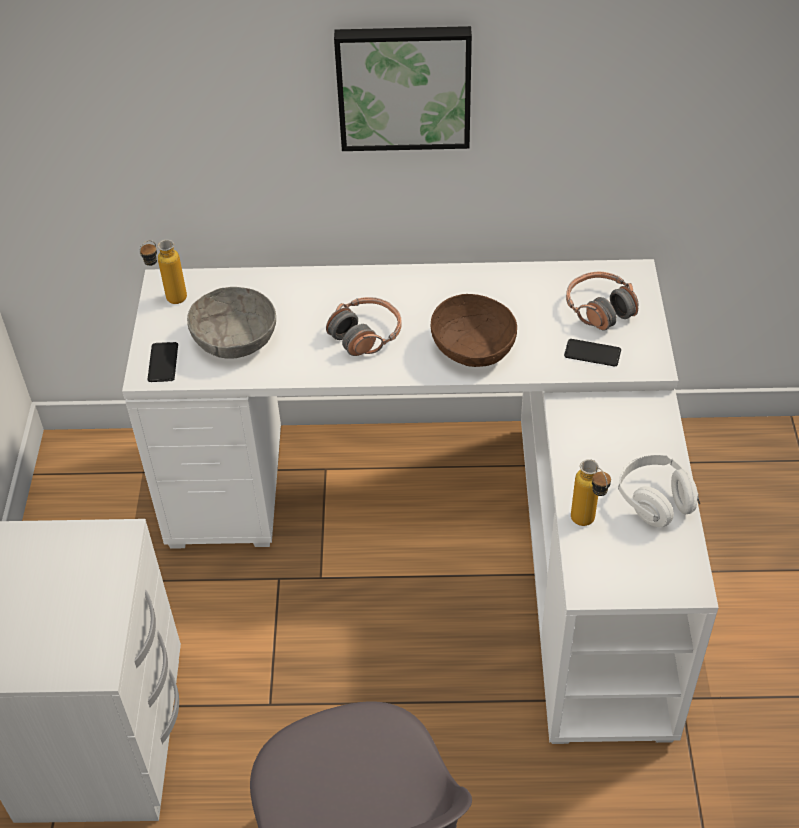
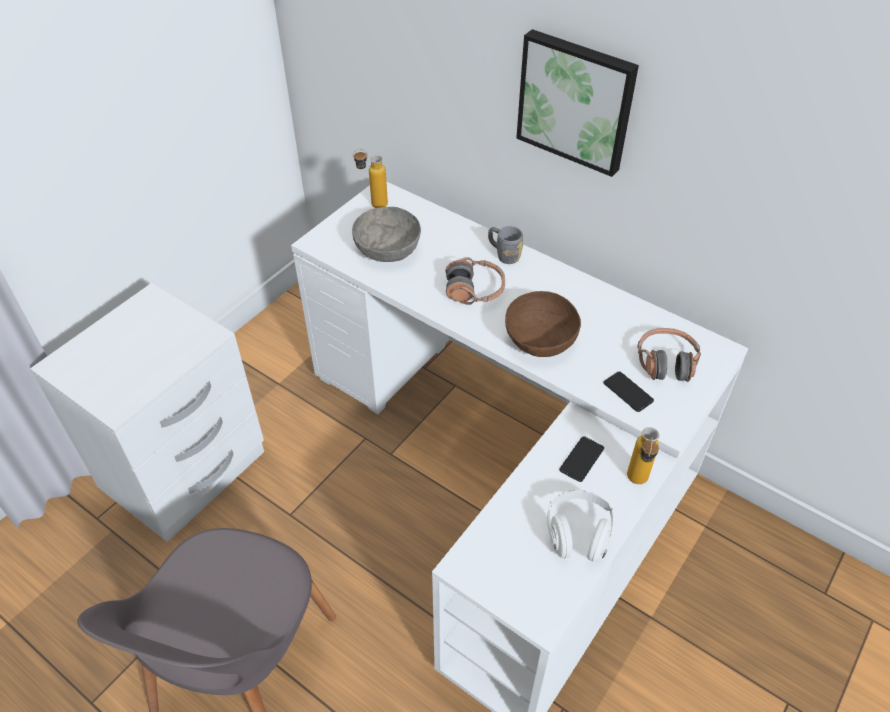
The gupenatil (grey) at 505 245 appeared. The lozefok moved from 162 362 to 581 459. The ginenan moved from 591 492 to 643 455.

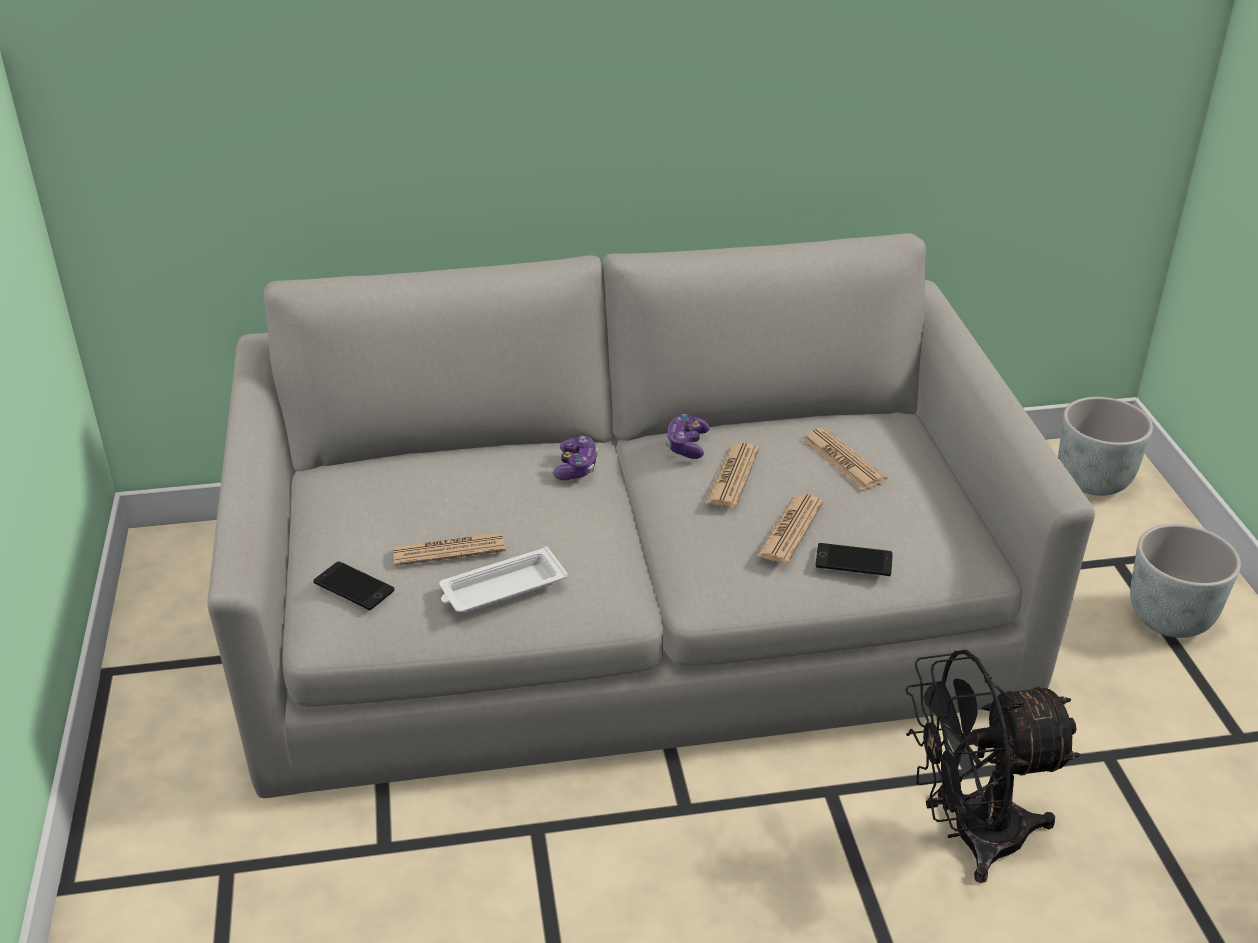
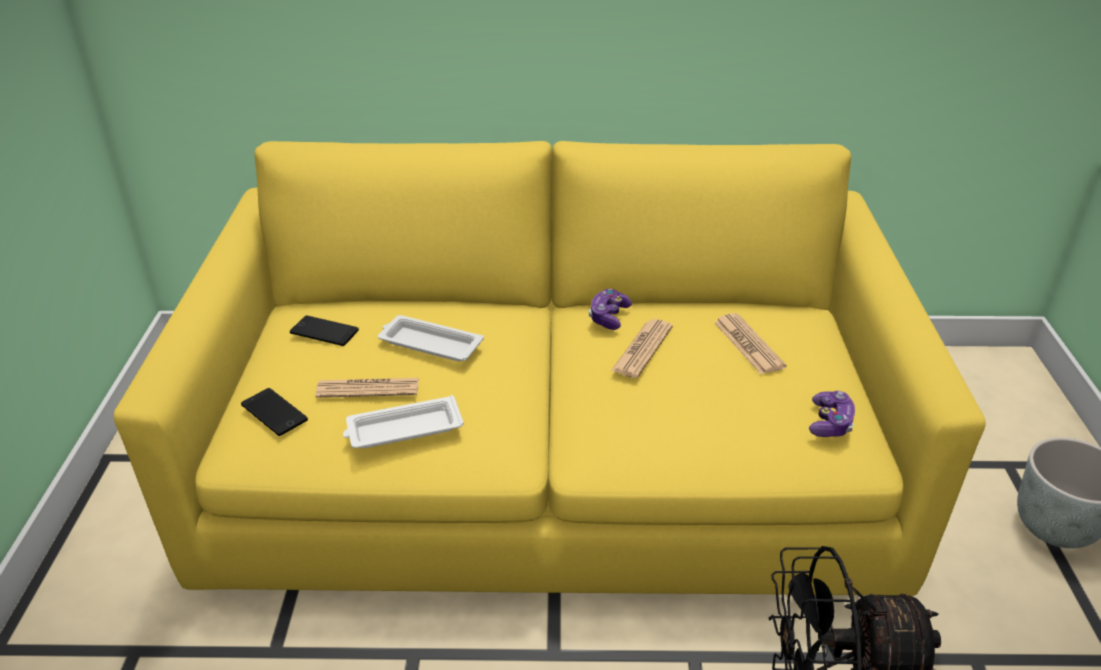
The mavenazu at 790 529 disappeared. The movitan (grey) at 1105 446 disappeared. The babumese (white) at 431 338 appeared. The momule moved from 575 458 to 832 414. The lozefok moved from 854 559 to 324 330. The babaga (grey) at 651 515 became the babaga (yellow) at 549 368.

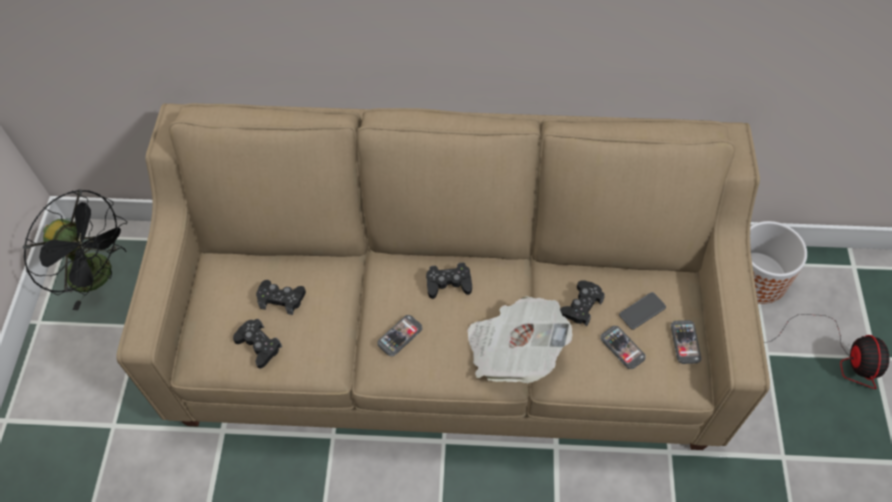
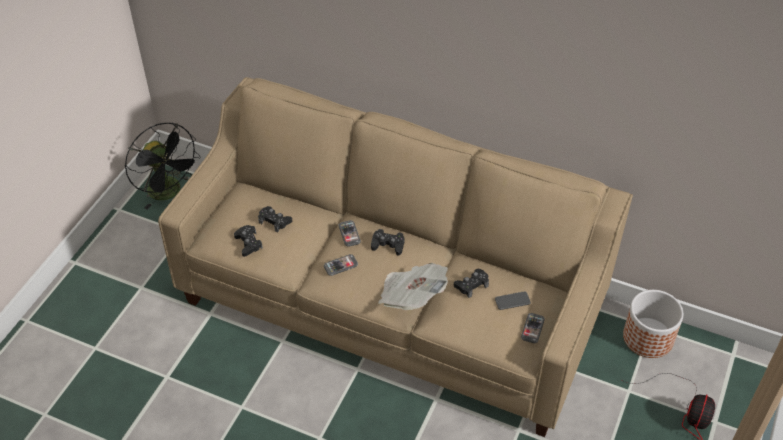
The lozefok moved from 623 347 to 349 233.

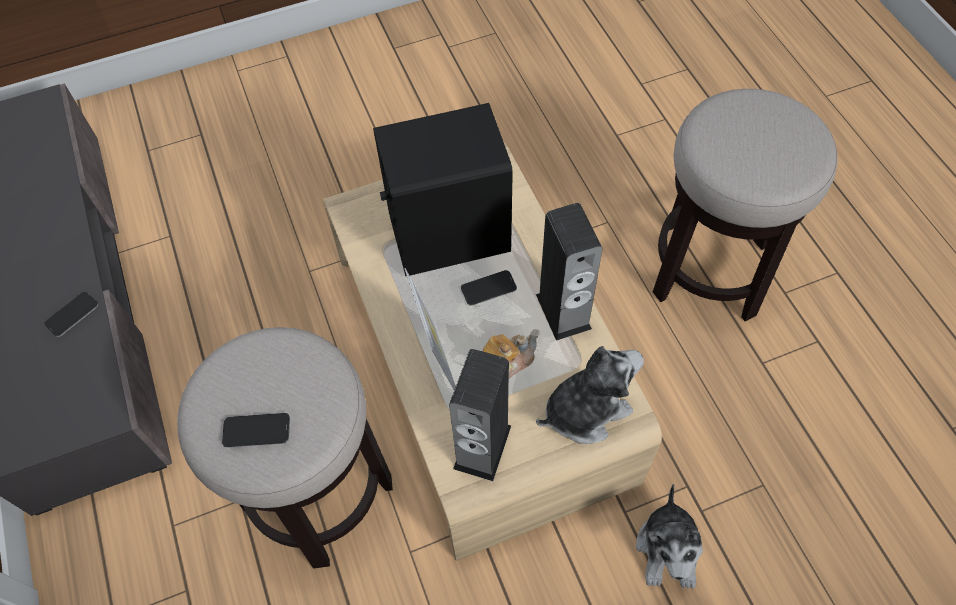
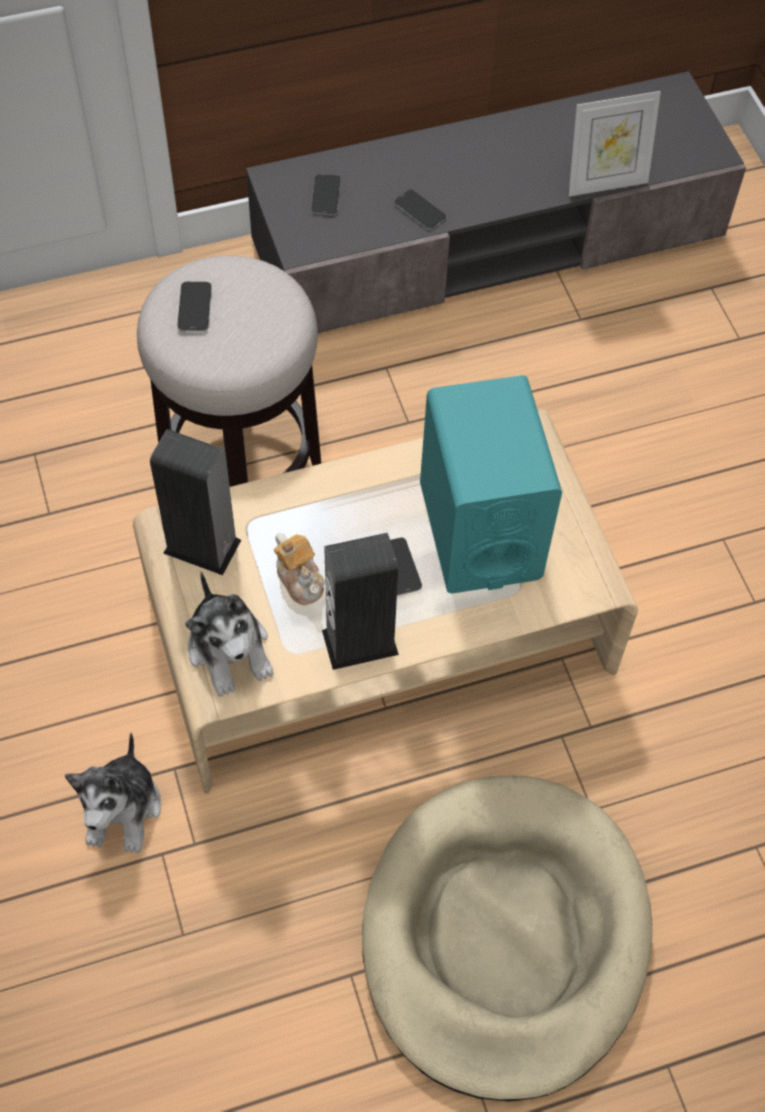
The lozefok at 326 194 appeared. The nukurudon moved from 430 329 to 614 144. The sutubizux at 745 205 was replaced by the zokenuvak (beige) at 507 938. The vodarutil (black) at 443 189 became the vodarutil (turquoise) at 491 484. The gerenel at 669 536 turned 90 degrees counterclockwise.

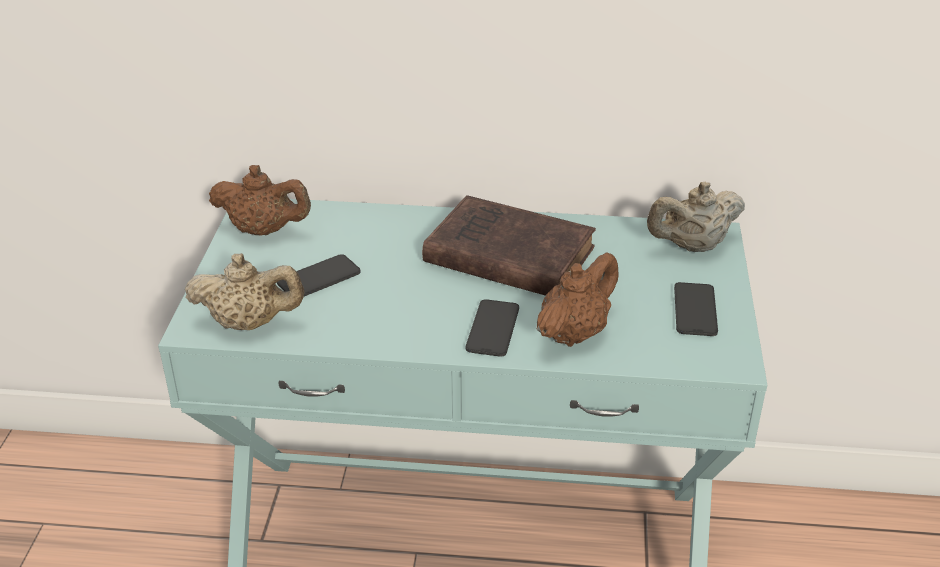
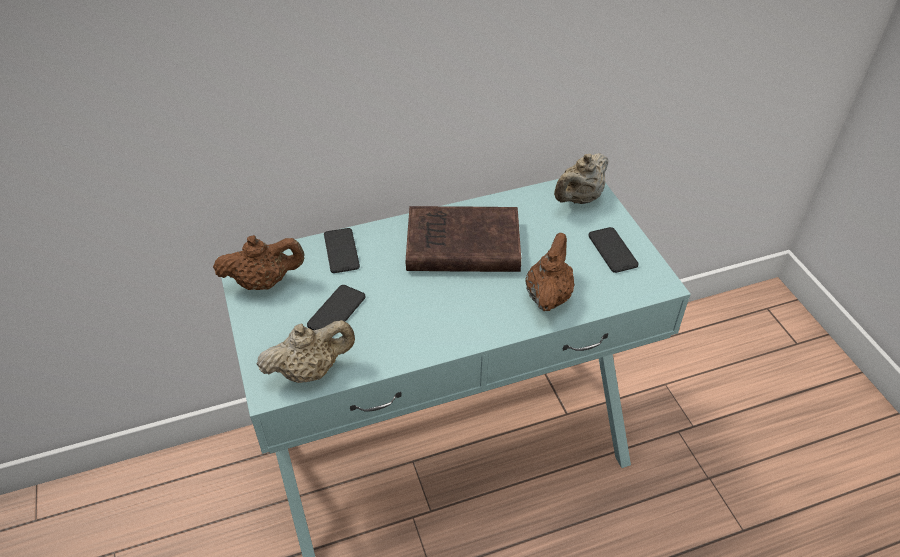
The lozefok moved from 492 328 to 342 250.

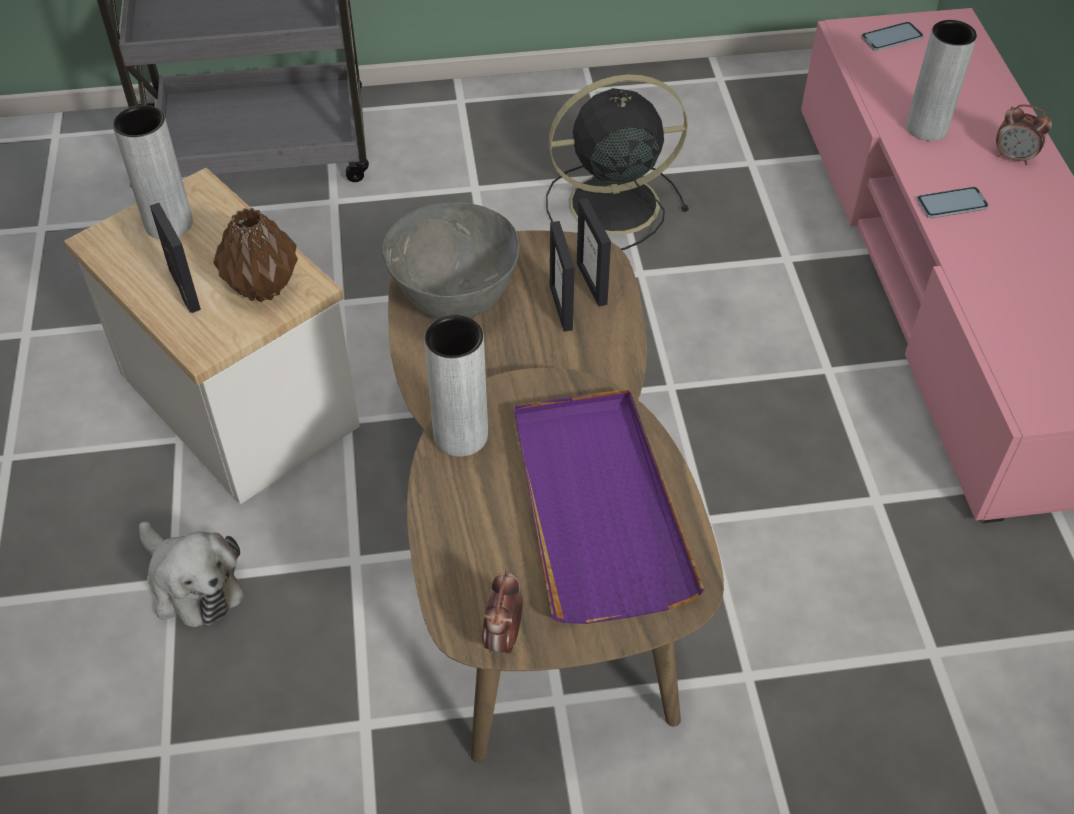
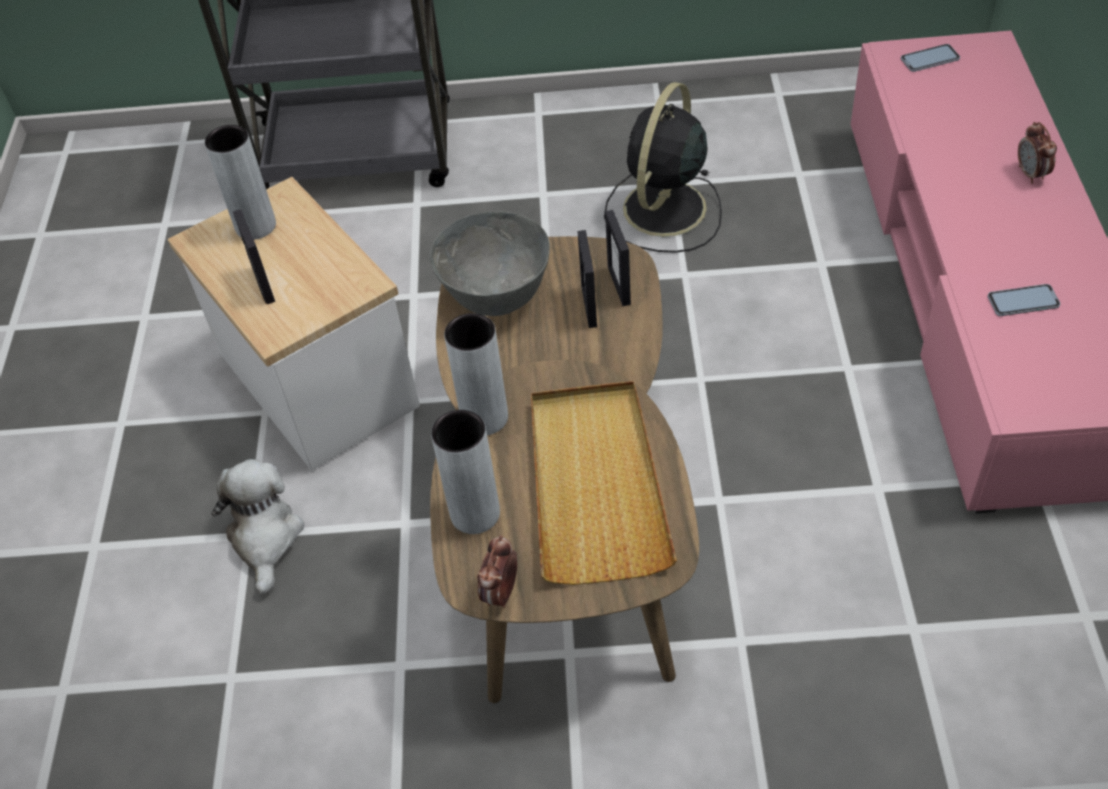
The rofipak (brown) at 255 255 disappeared. The rofipak (grey) moved from 941 80 to 465 472. The lozefok moved from 952 202 to 1023 300. The babumese (purple) at 609 506 became the babumese (beige) at 604 483. The gerenel at 191 574 turned 150 degrees counterclockwise. The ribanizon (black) at 617 162 turned 60 degrees counterclockwise. The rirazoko at 1024 134 turned 45 degrees clockwise.

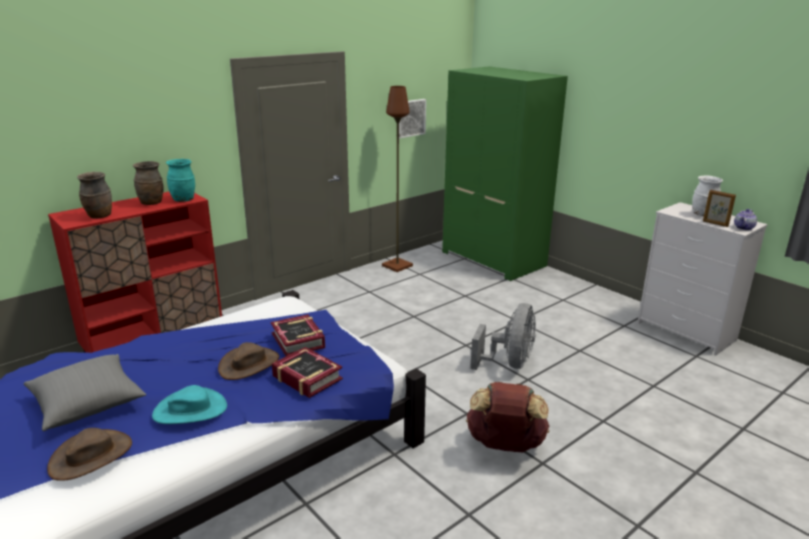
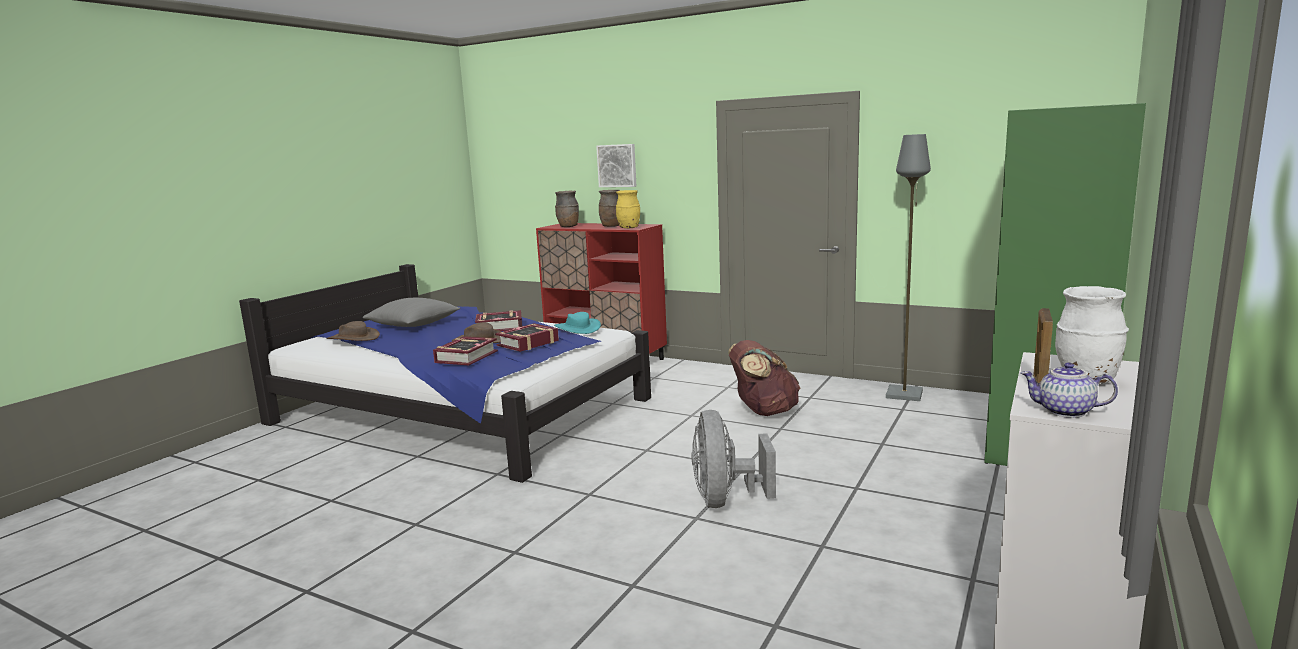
The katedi at 498 320 appeared. The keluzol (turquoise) moved from 189 404 to 577 323. The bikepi moved from 412 118 to 616 165. The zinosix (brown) moved from 507 417 to 764 378. The rofipak (turquoise) at 180 180 became the rofipak (yellow) at 628 209. The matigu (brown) at 397 179 became the matigu (grey) at 908 267. The ribanizon (grey) at 503 336 turned 90 degrees clockwise.

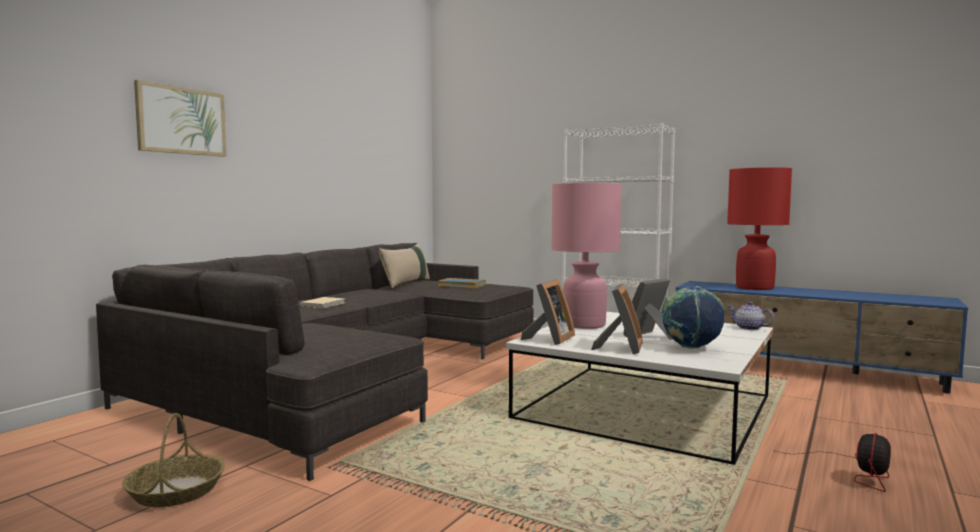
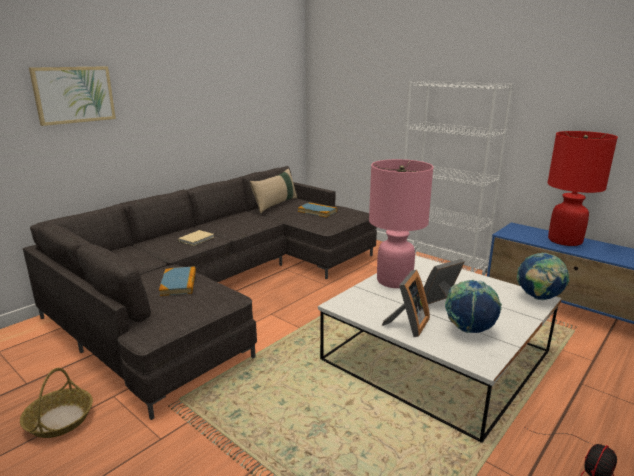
The nukurudon at 548 312 disappeared. The katedi at 177 281 appeared. The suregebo at 750 316 was replaced by the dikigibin at 543 276.

